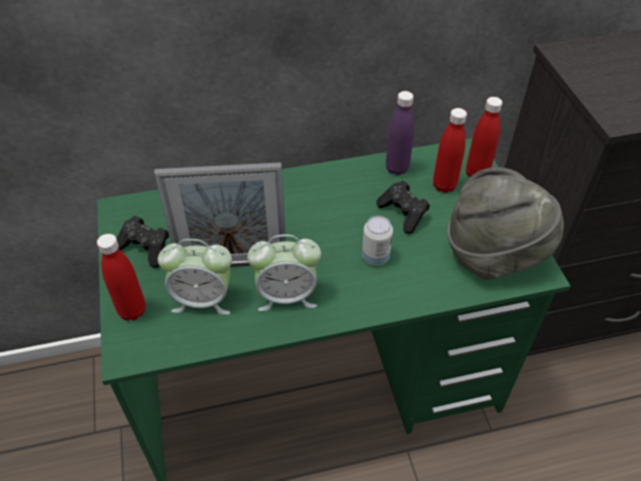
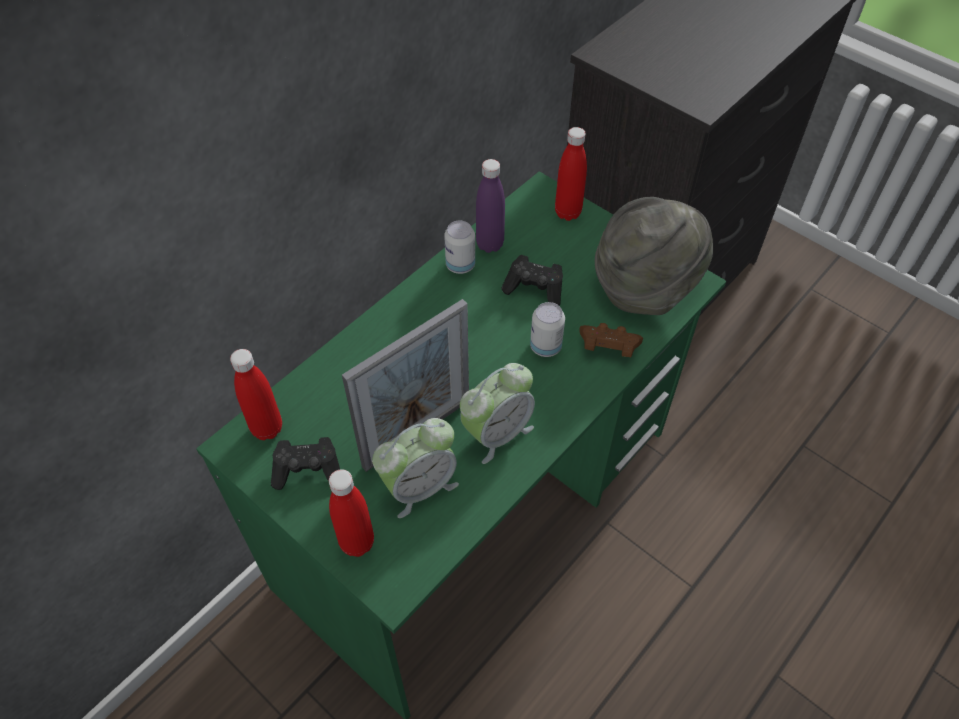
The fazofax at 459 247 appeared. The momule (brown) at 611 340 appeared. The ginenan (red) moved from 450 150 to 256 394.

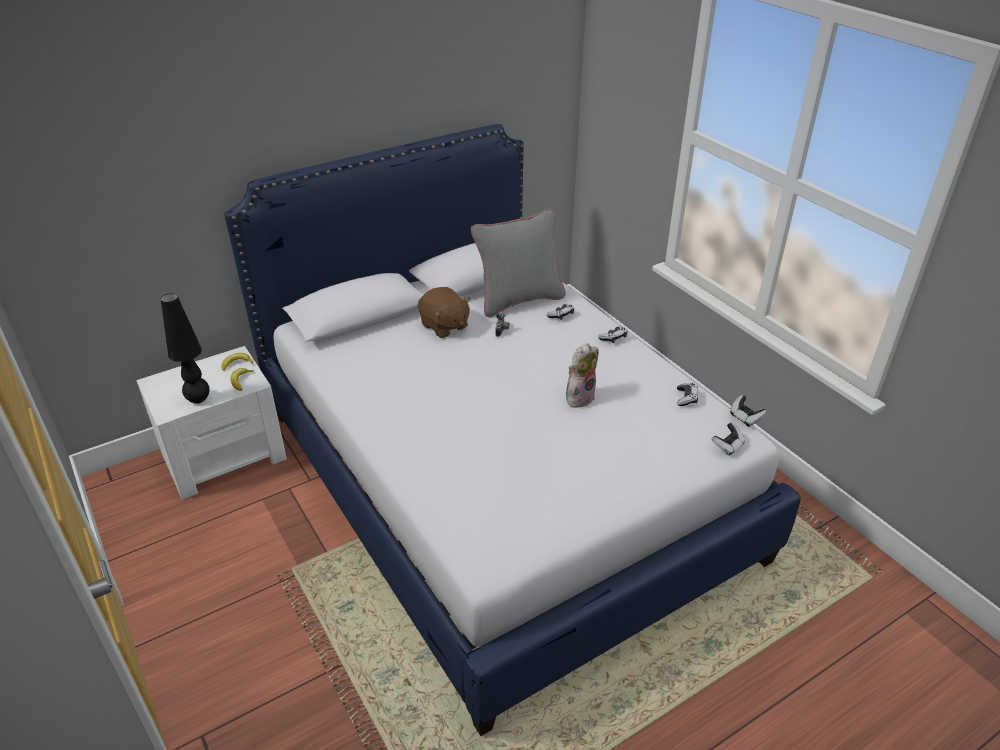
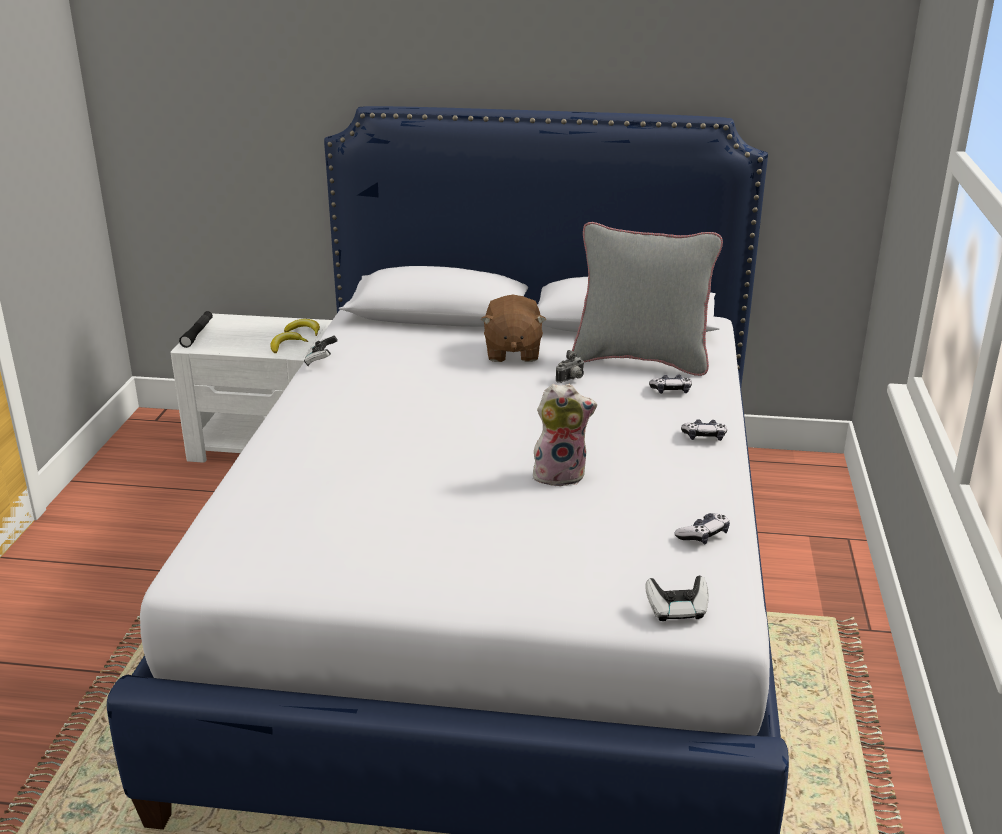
The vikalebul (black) at 185 348 disappeared. The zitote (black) at 196 329 appeared. The momule moved from 748 411 to 321 350.

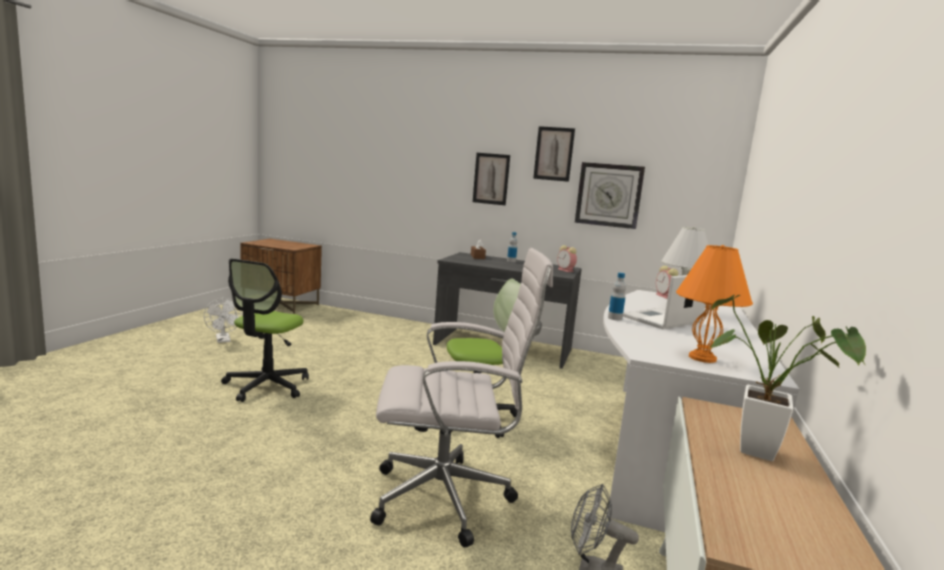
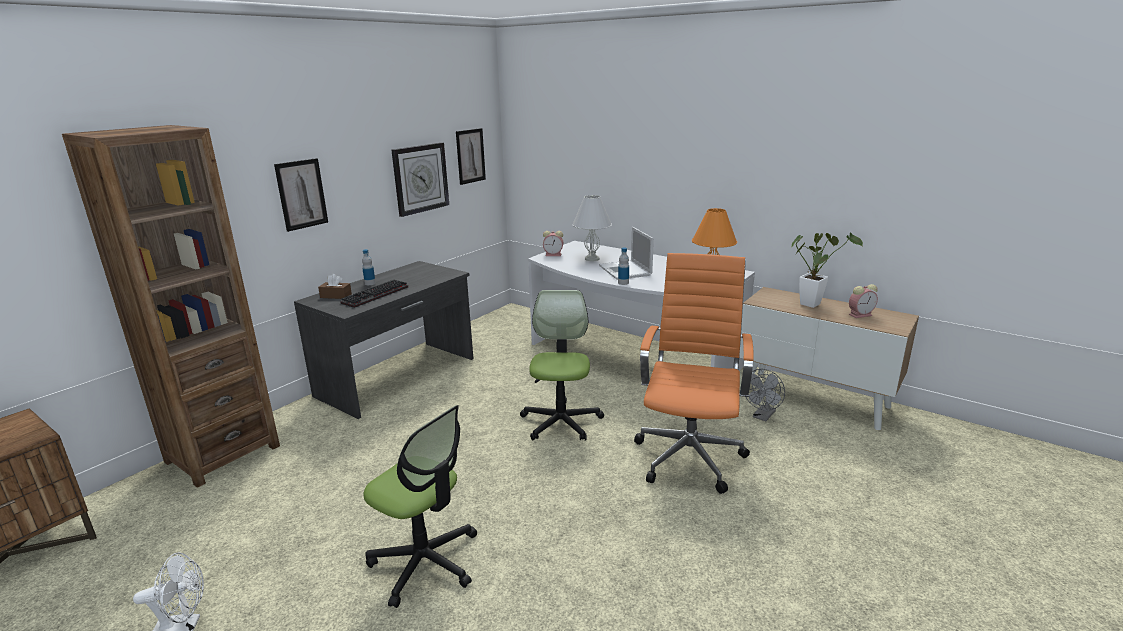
The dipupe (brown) at 171 306 appeared. The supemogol at 374 294 appeared. The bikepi moved from 554 154 to 471 156. The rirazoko moved from 567 258 to 863 301. The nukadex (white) at 461 397 became the nukadex (orange) at 694 373.

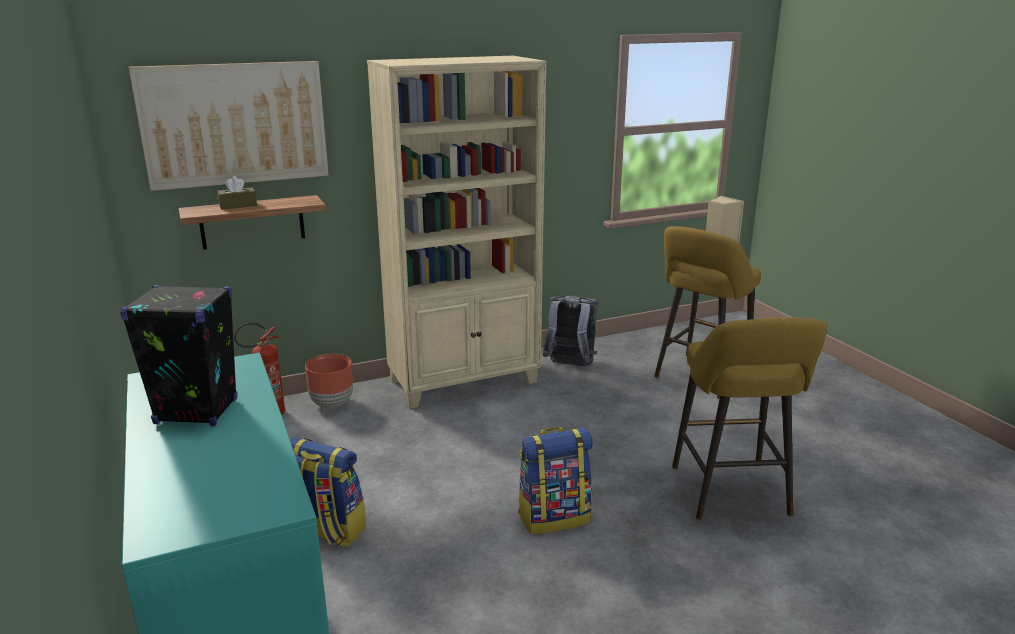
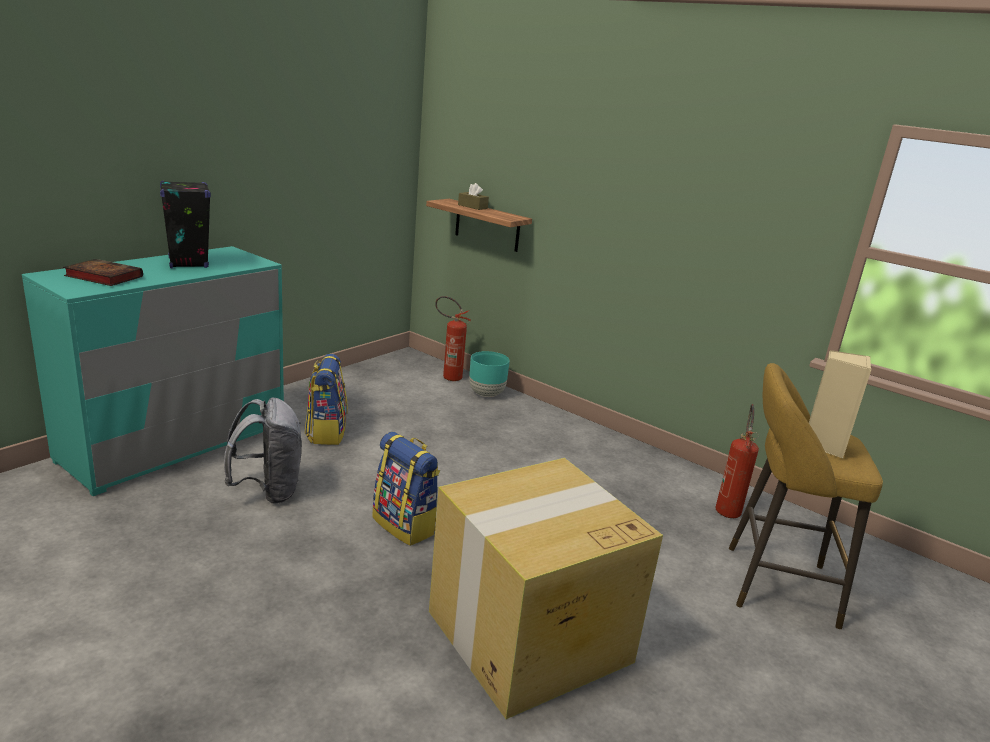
The bikepi at 229 126 disappeared. The dipupe (beige) at 456 232 disappeared. The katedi at 103 272 appeared. The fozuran at 737 461 appeared. The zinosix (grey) moved from 570 331 to 263 450. The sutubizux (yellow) at 749 419 was replaced by the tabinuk at 546 588. The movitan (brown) at 329 381 became the movitan (turquoise) at 489 374.

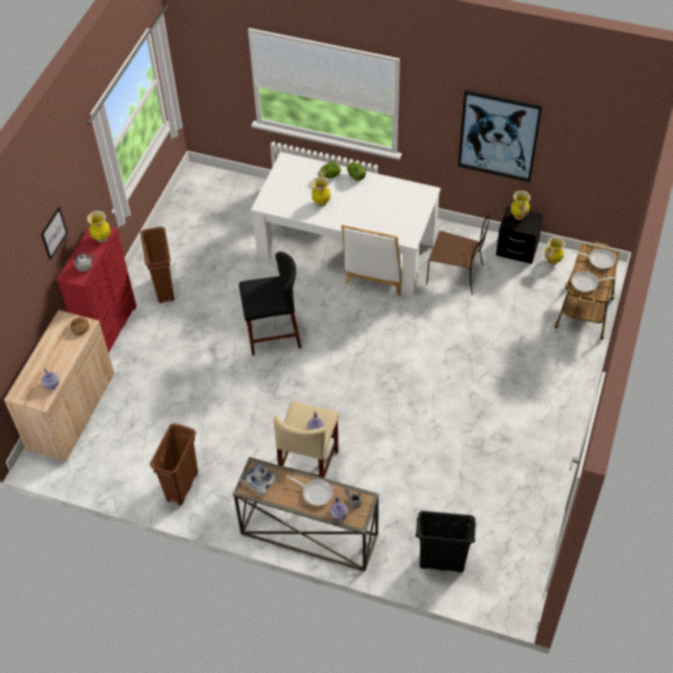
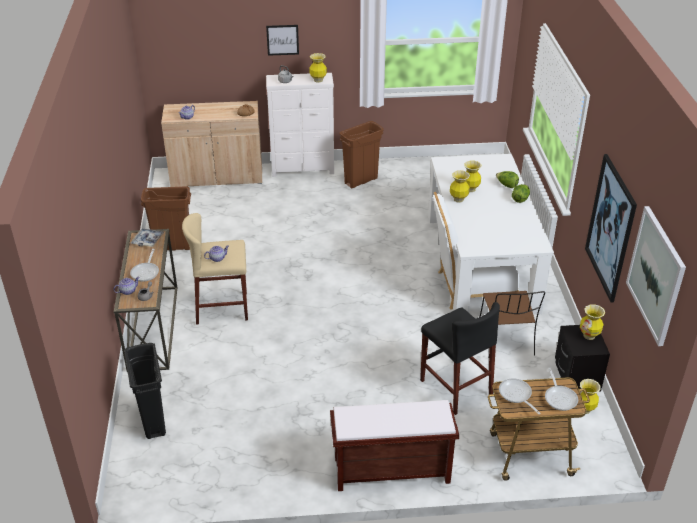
The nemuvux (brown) at 394 445 appeared. The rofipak at 460 186 appeared. The bikepi at 656 276 appeared. The sutubizux (black) moved from 270 304 to 460 358. The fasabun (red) at 97 289 became the fasabun (white) at 300 125.

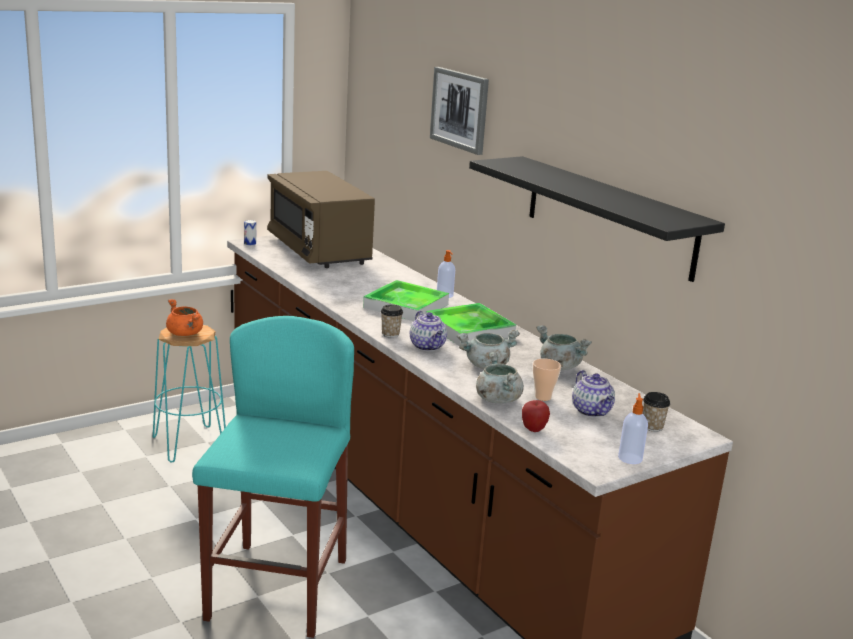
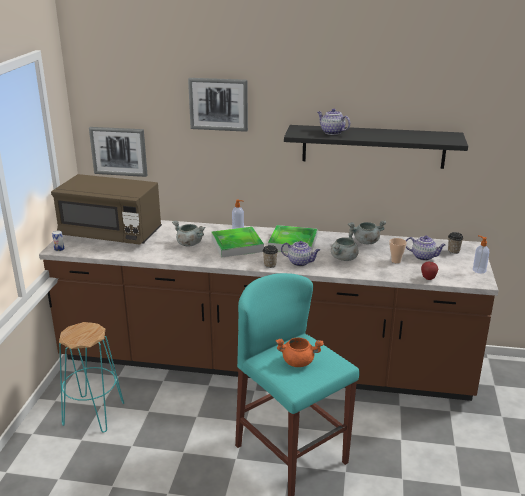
The bikepi at 118 152 appeared. The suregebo at 333 122 appeared. The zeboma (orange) moved from 184 317 to 300 352. The zeboma (grey) moved from 500 377 to 188 234.

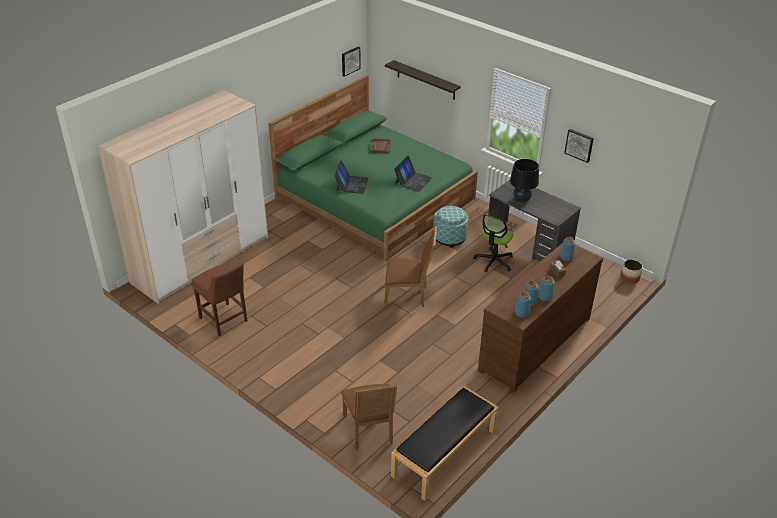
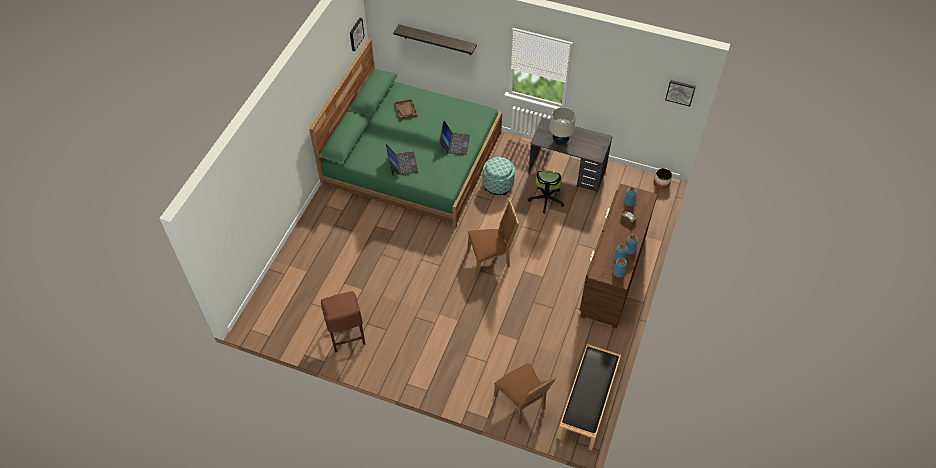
The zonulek at 183 197 disappeared. The bikepi moved from 579 146 to 680 93. The vikalebul (black) at 524 180 became the vikalebul (beige) at 562 126. The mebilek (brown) at 219 298 turned 45 degrees clockwise.

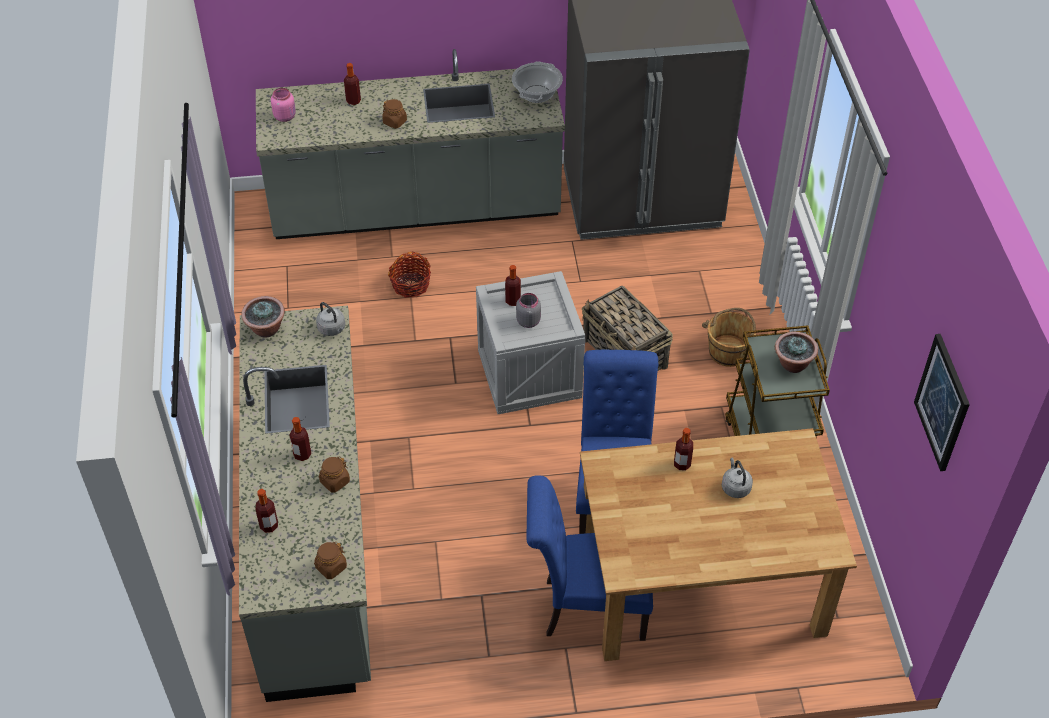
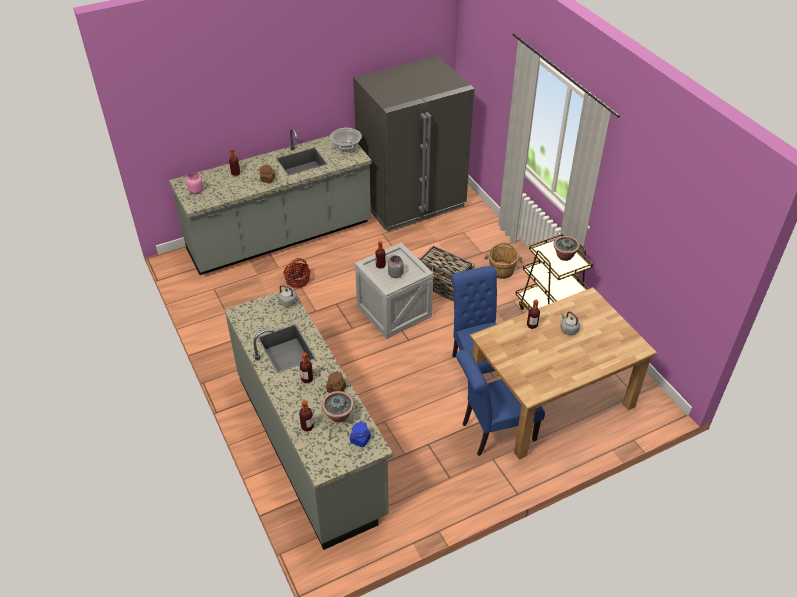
The bikepi at 942 402 disappeared. The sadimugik moved from 263 317 to 338 406. The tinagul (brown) at 330 560 became the tinagul (blue) at 360 434.

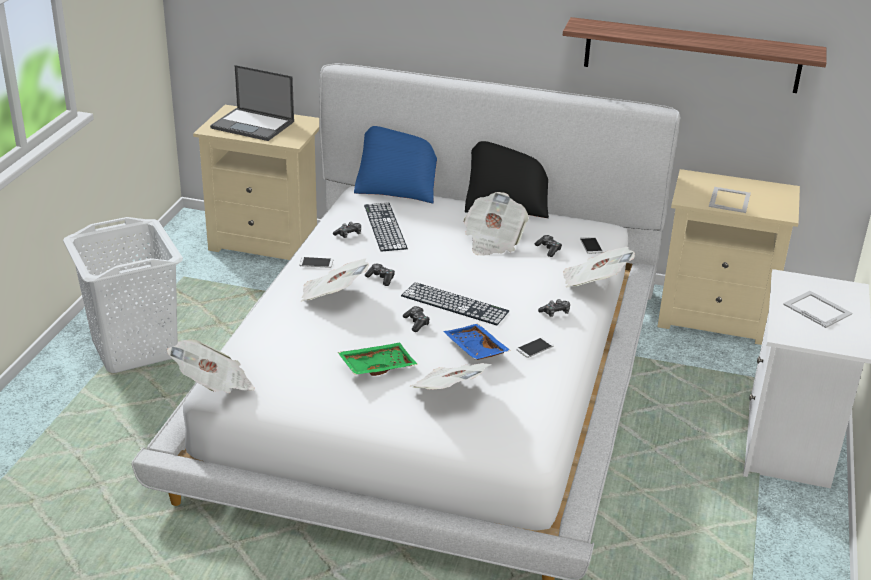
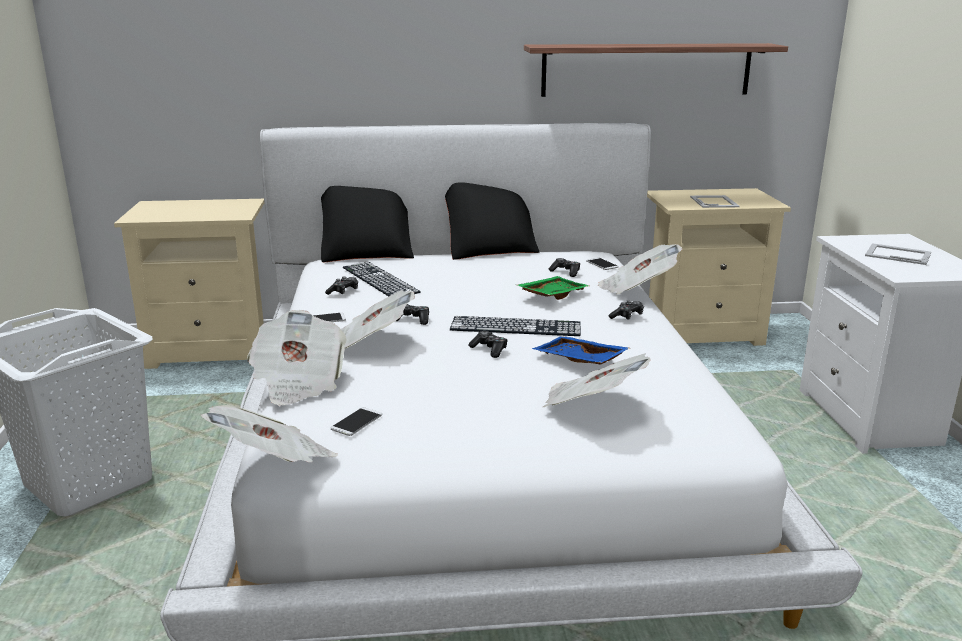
The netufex at 252 103 disappeared. The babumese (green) moved from 378 359 to 553 288. The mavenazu moved from 496 224 to 297 358. The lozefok moved from 535 348 to 356 421. The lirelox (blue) at 395 164 became the lirelox (black) at 367 224.

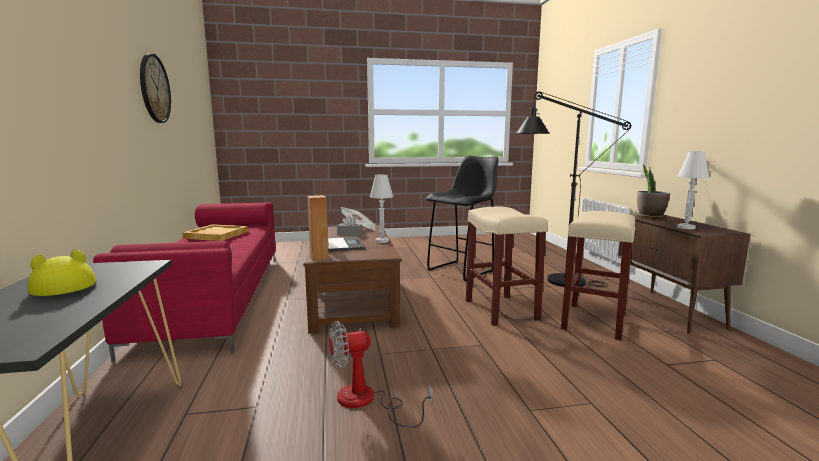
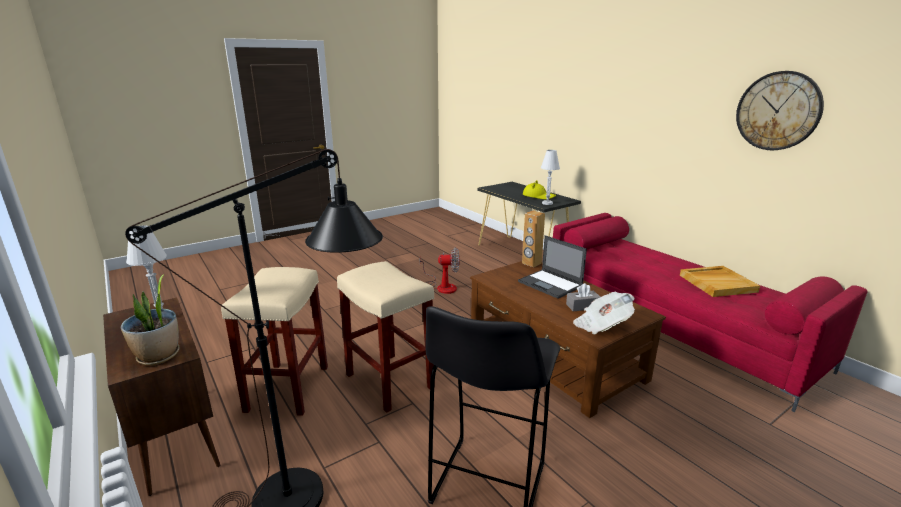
The vikalebul (white) moved from 381 208 to 550 177. The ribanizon at 381 374 turned 45 degrees clockwise.

